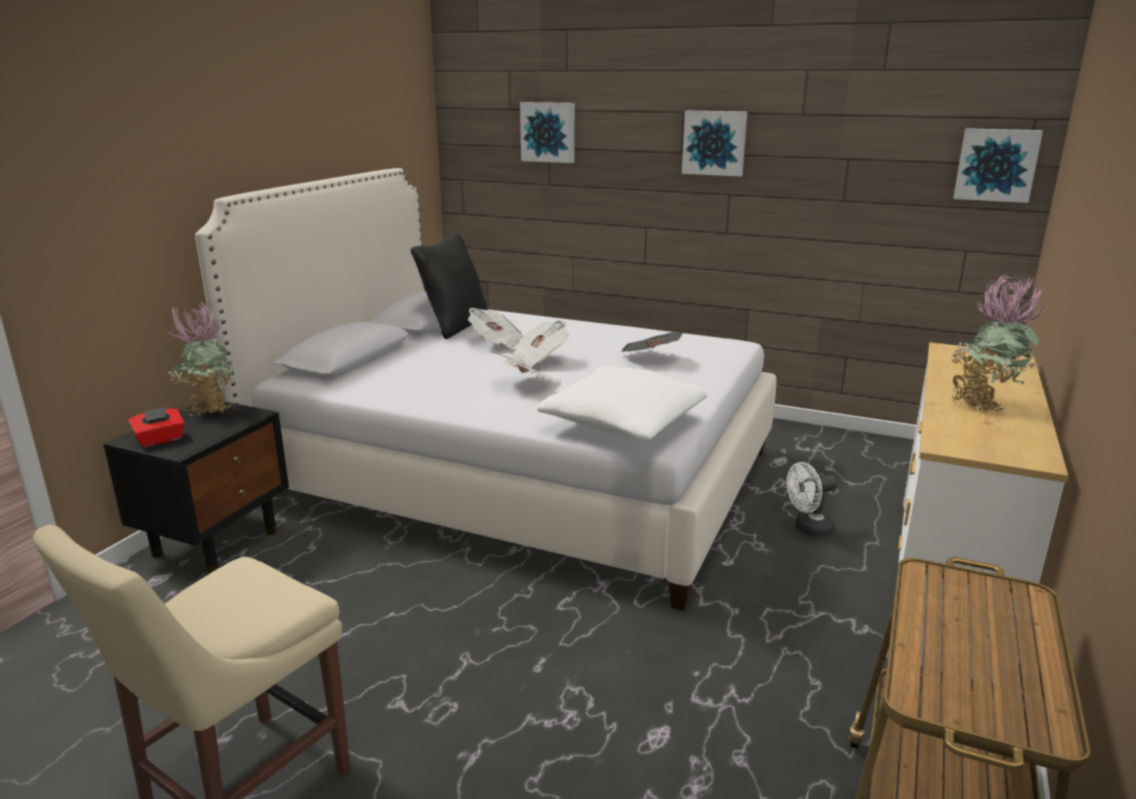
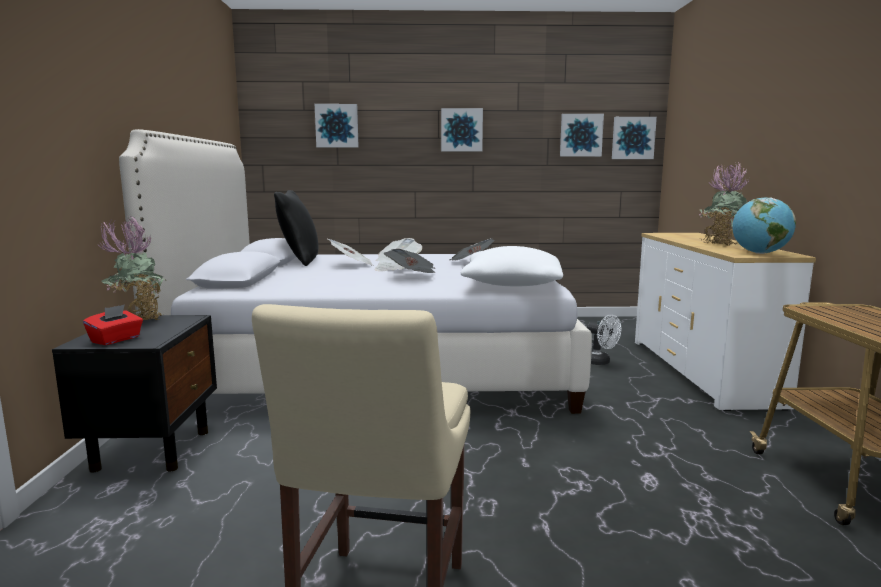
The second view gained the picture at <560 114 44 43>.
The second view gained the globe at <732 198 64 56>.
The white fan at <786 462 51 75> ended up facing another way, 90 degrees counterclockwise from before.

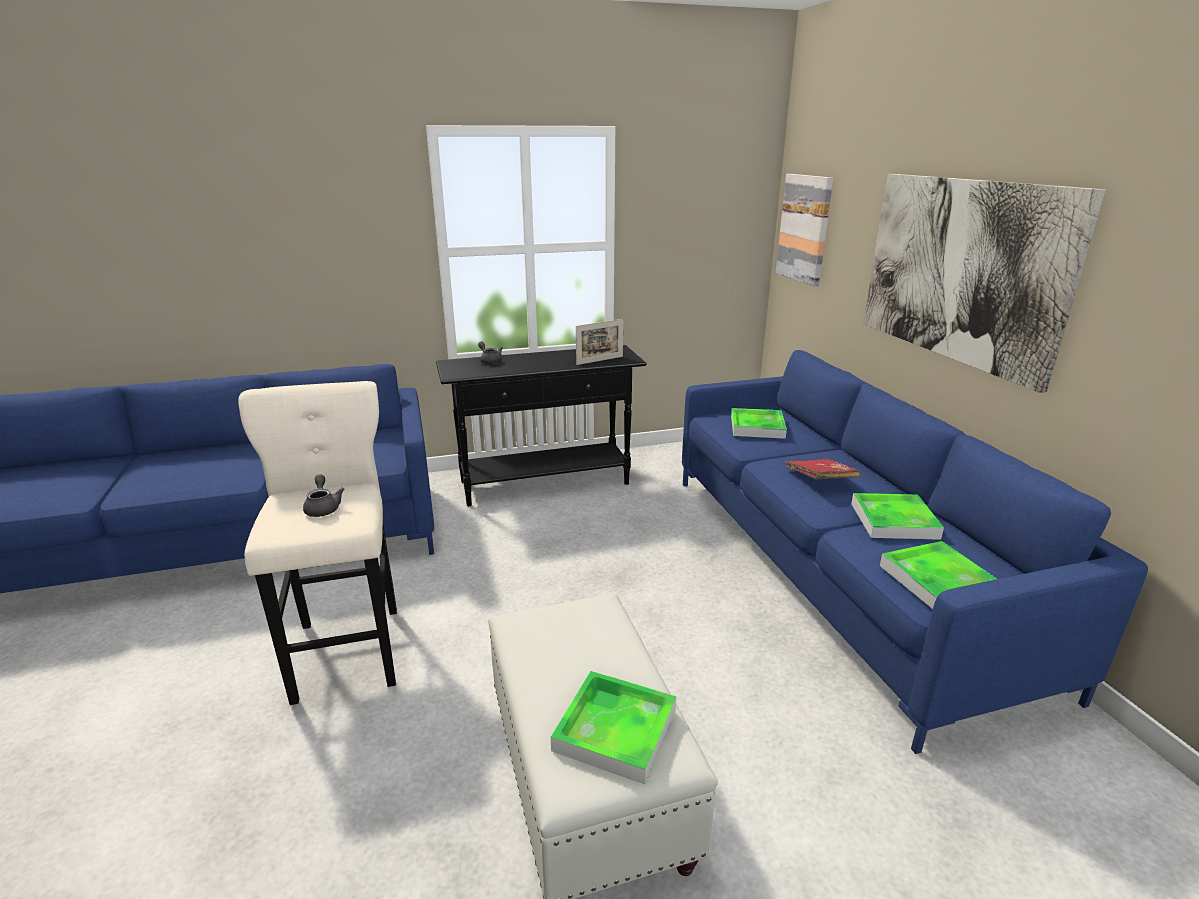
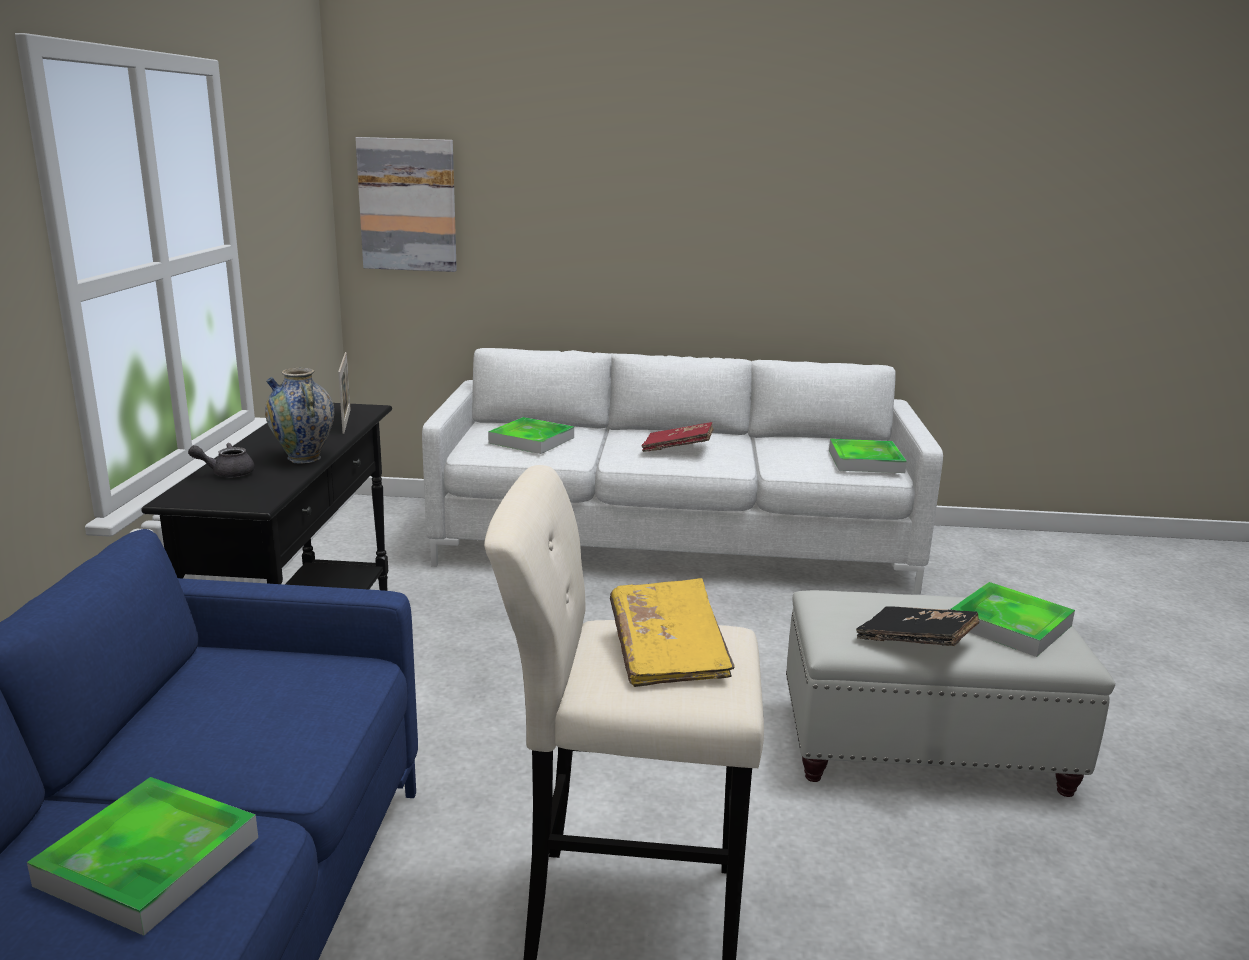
The second view lost the picture at <863 174 243 219>.
The second view gained the vase at <265 368 69 96>.
The second view gained the black book at <856 606 123 40>.
The tray ended up elsewhere, having gone from <851 493 93 47> to <27 777 231 159>.
Where the grey teapot stood at <303 474 42 43>, the yellow book came to stand at <610 578 124 109>.
What was the blue sofa at <682 350 466 404> turned into the white sofa at <422 348 521 247>.

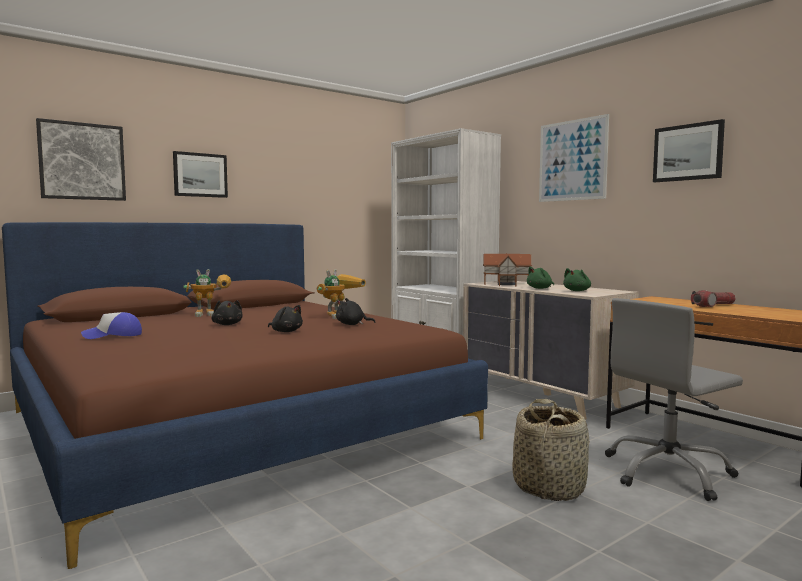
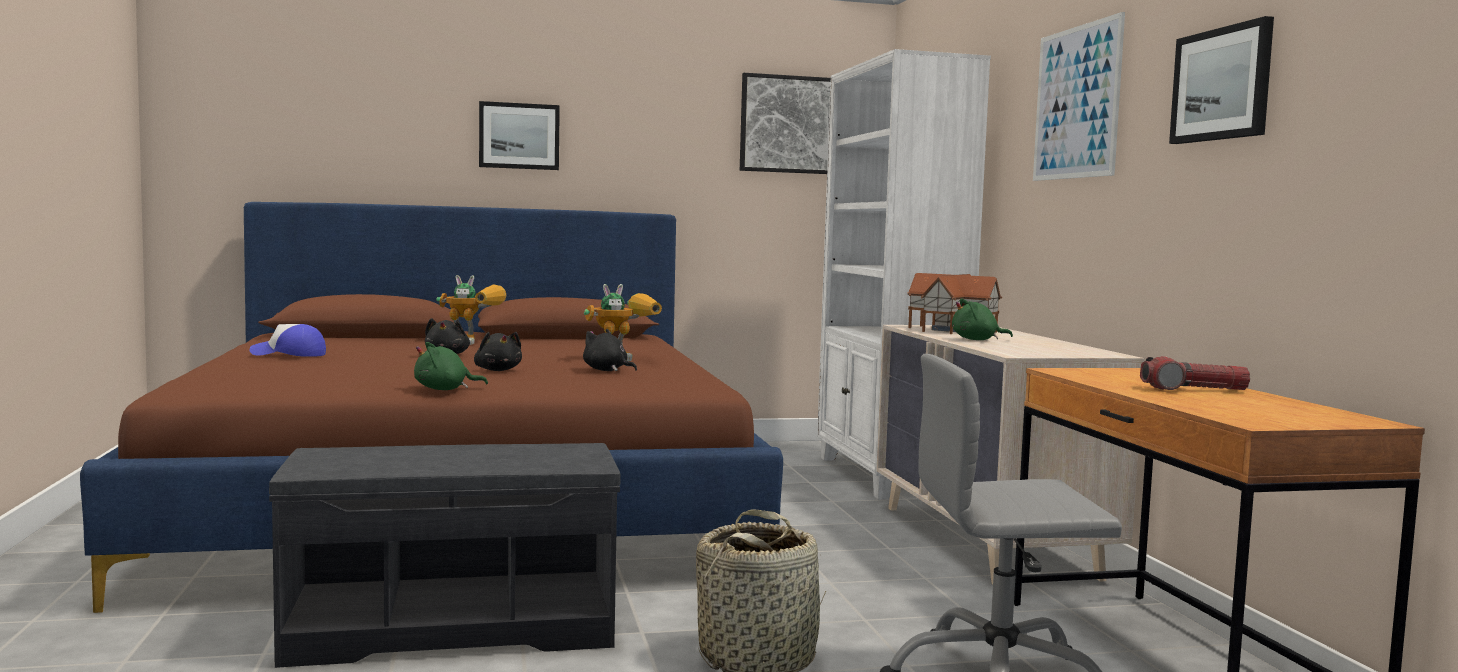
The second view gained the grey bench at <269 443 352 225>.
The picture ended up elsewhere, having gone from <36 118 90 83> to <740 73 91 101>.
The green plush toy ended up elsewhere, having gone from <563 268 28 23> to <414 342 74 48>.

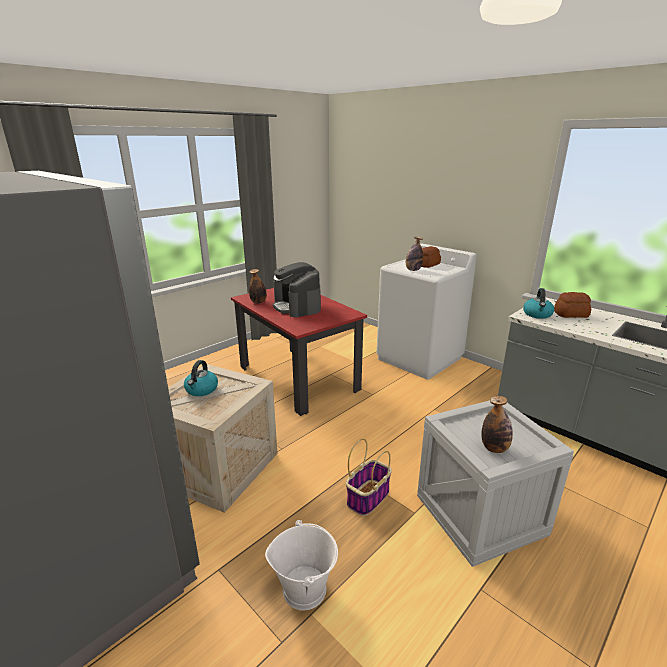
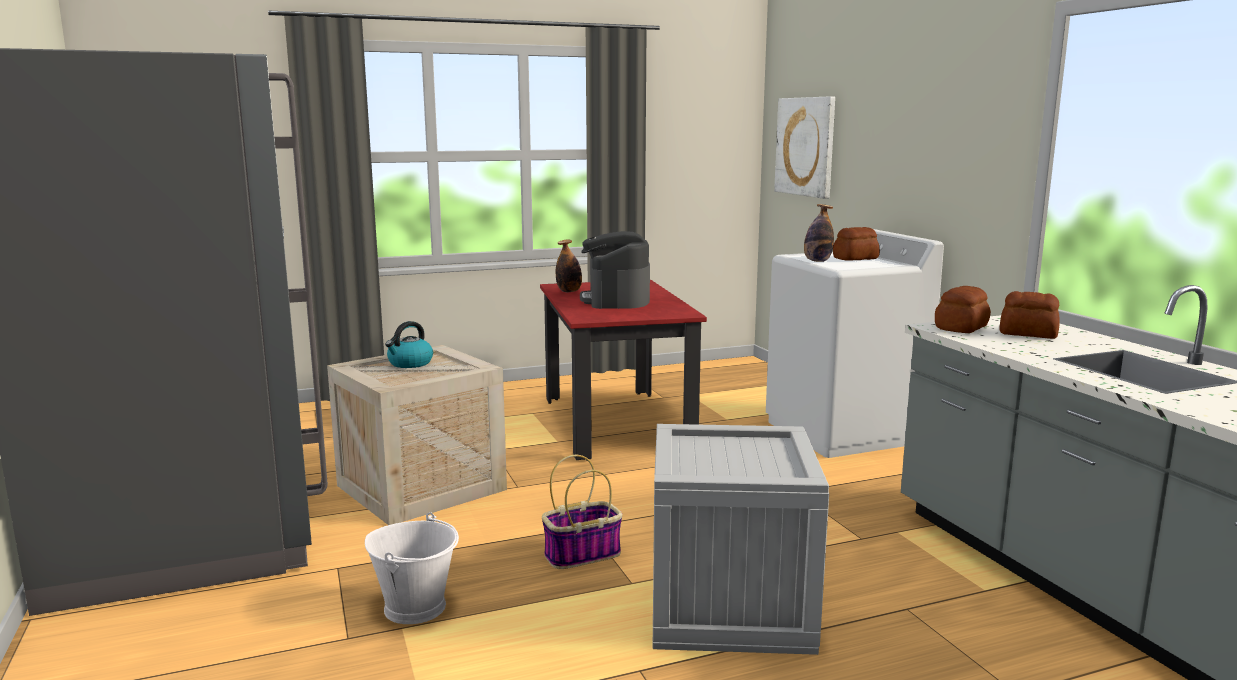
The second view lost the bottle at <481 396 32 57>.
The second view gained the picture at <774 96 61 103>.
Where the kettle stood at <523 288 31 31>, the bread came to stand at <935 286 56 47>.

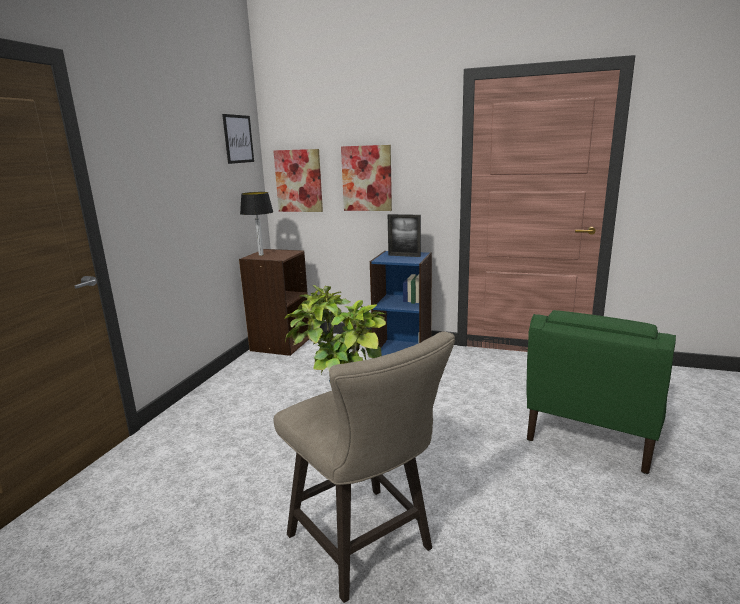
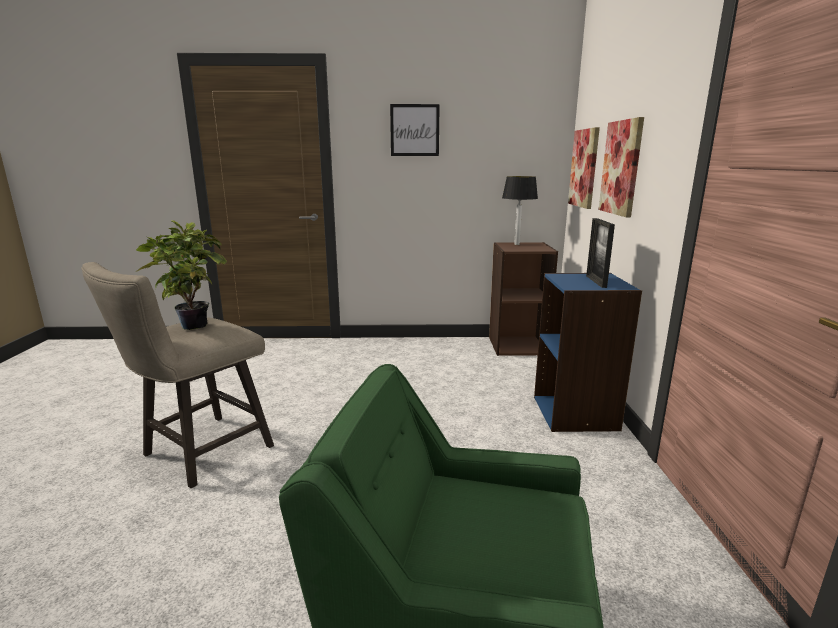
The picture ended up elsewhere, having gone from <222 114 32 50> to <390 104 50 52>.

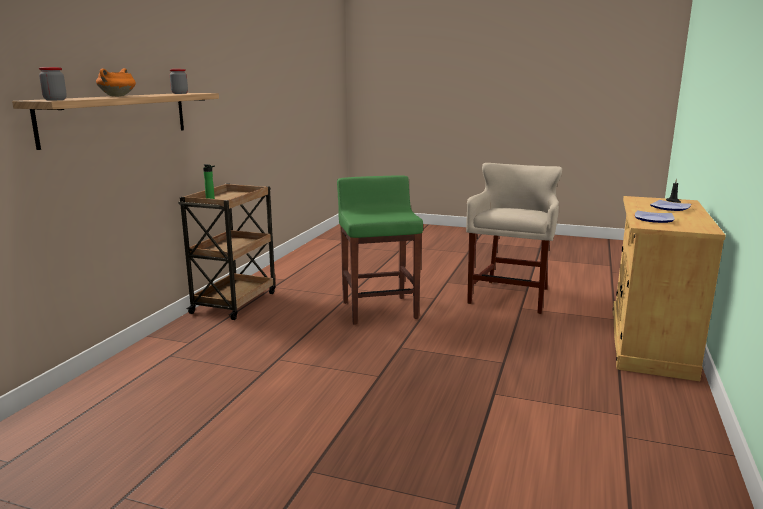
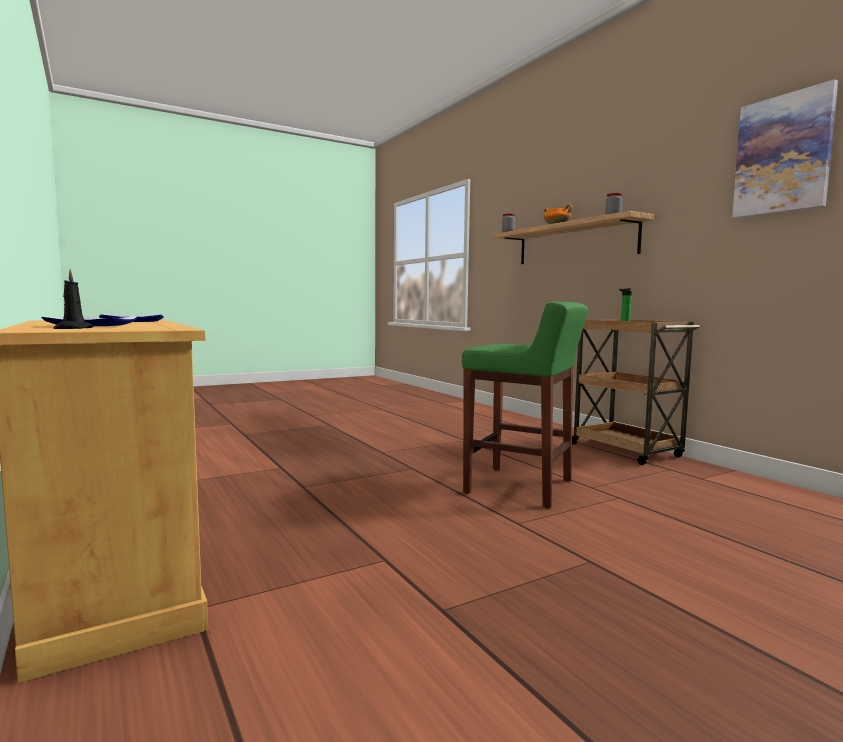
The second view lost the beige stool at <466 163 96 151>.
The second view gained the picture at <732 79 106 139>.

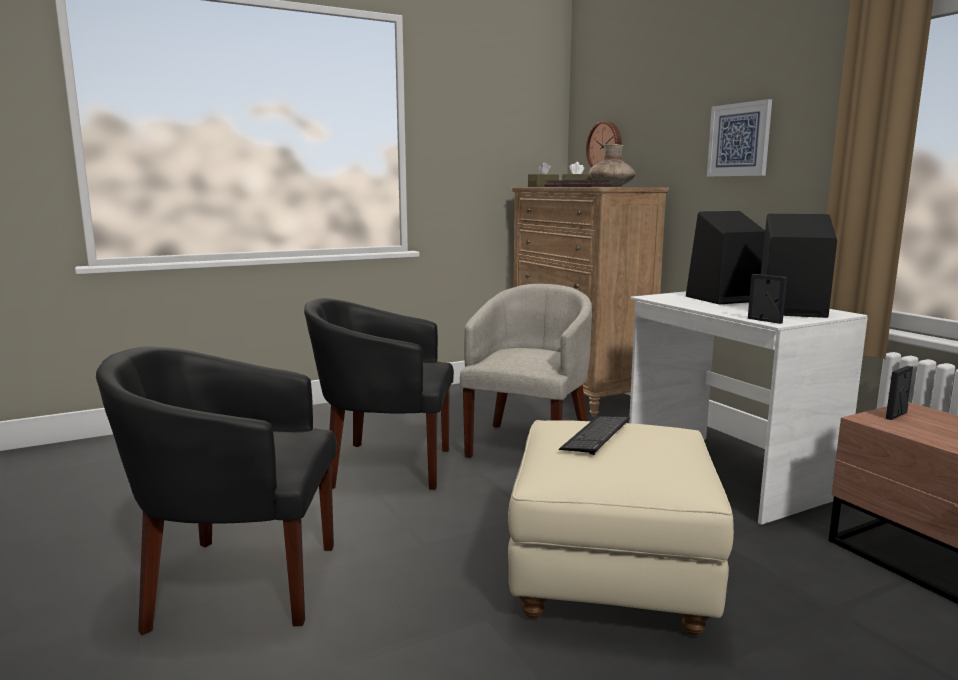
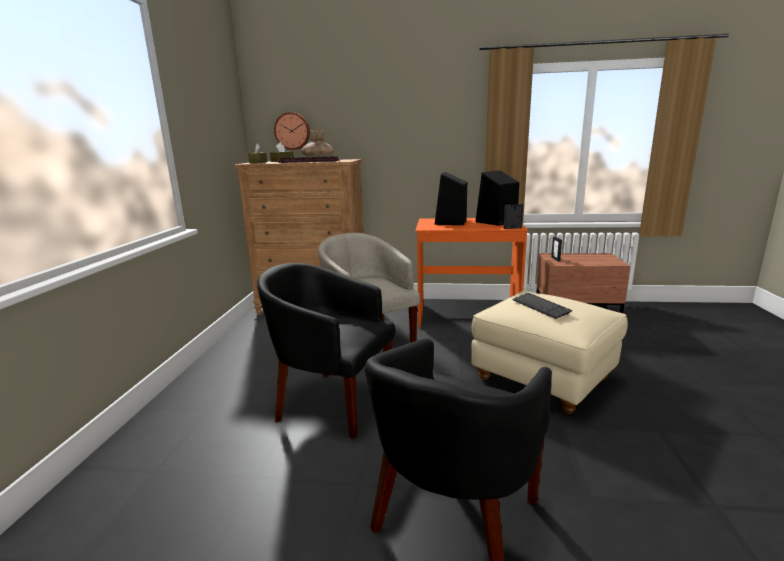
The second view lost the picture at <707 99 65 78>.
What was the white desk at <629 291 239 234> turned into the orange desk at <415 218 113 110>.
The black armchair at <304 298 150 192> ended up facing another way, 75 degrees clockwise from before.

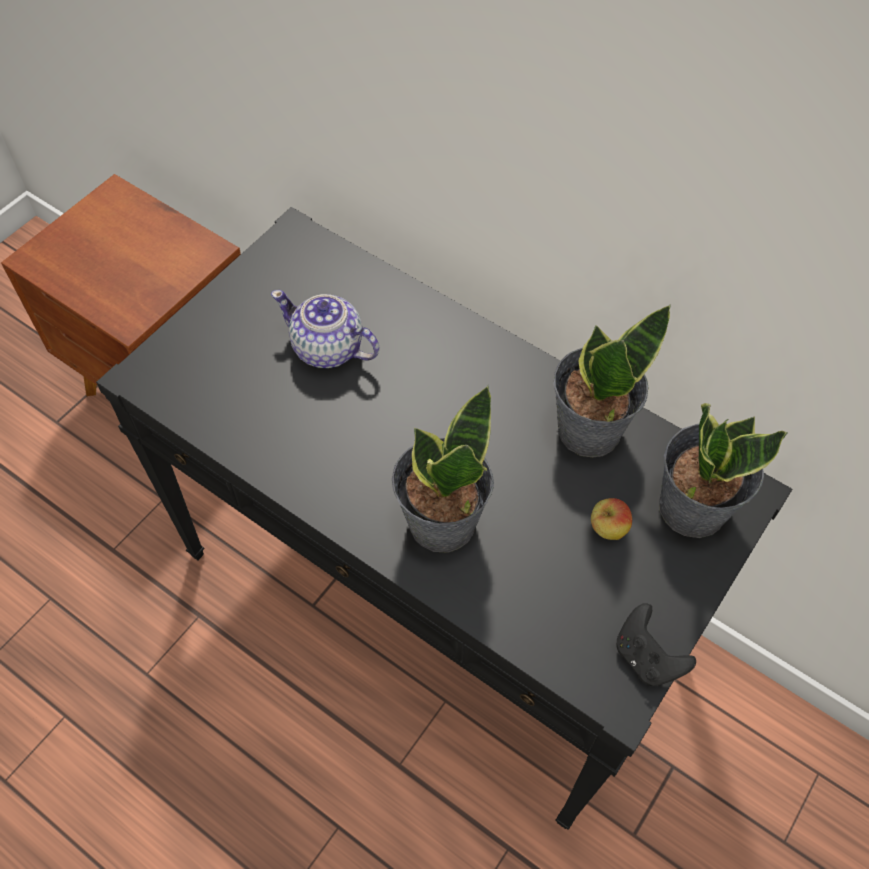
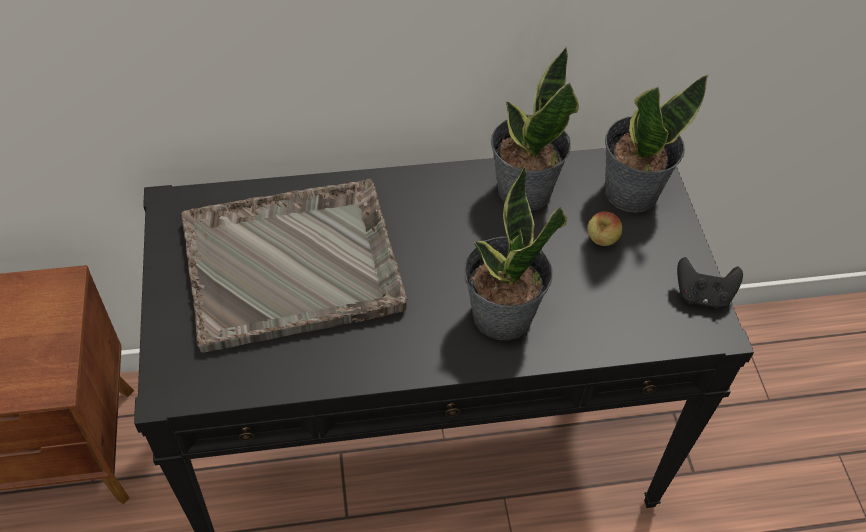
Where the teapot stood at <271 290 109 78>, the grey tray came to stand at <182 179 225 174>.

